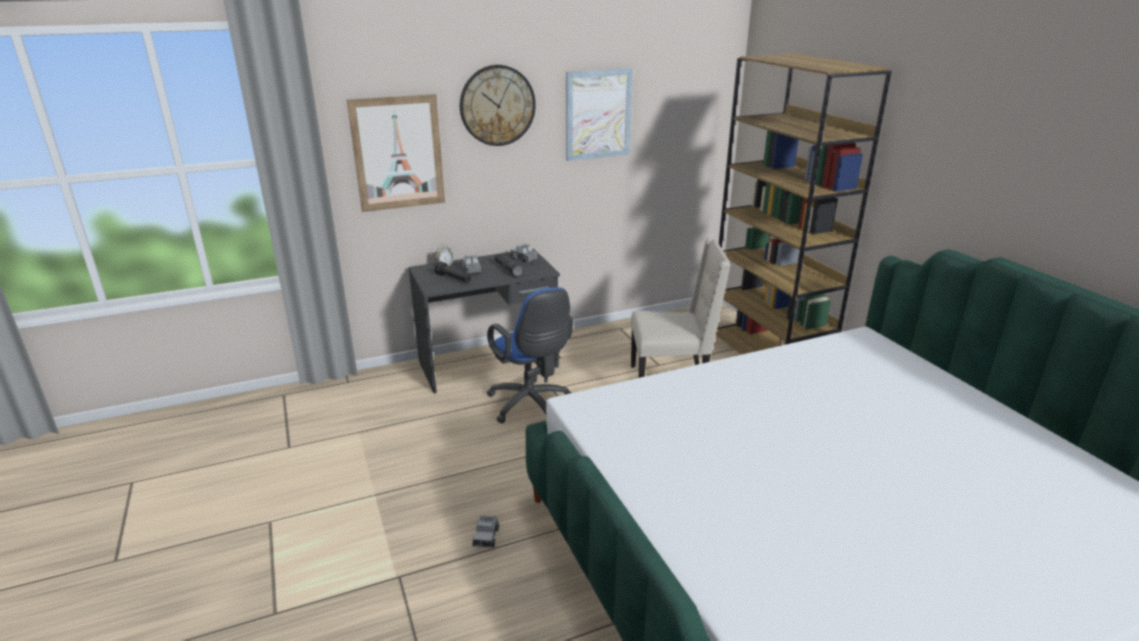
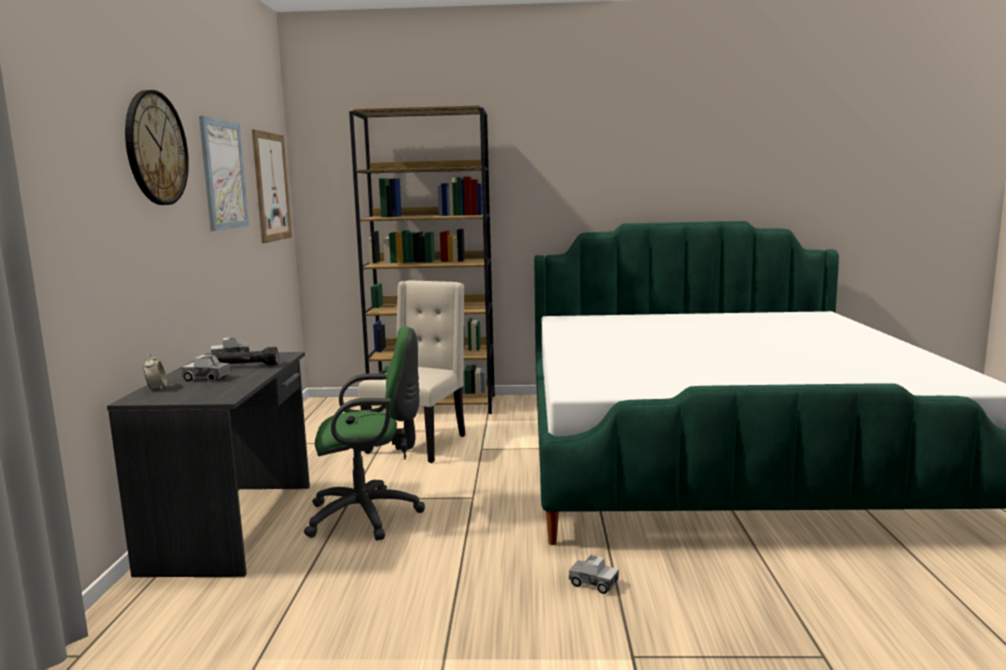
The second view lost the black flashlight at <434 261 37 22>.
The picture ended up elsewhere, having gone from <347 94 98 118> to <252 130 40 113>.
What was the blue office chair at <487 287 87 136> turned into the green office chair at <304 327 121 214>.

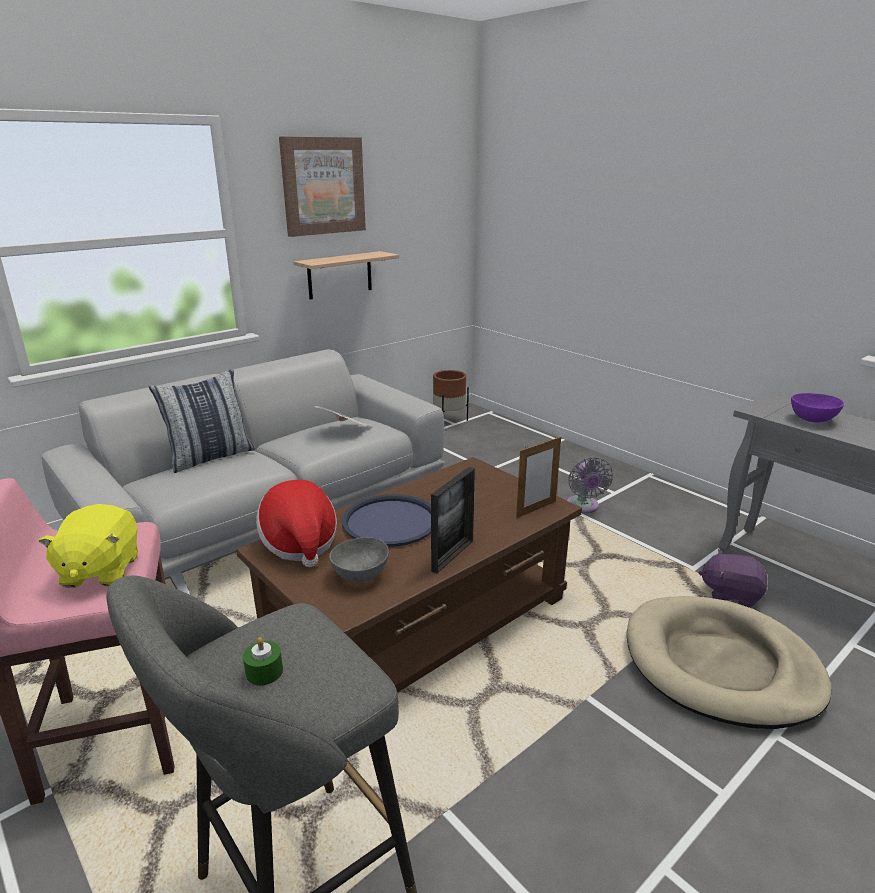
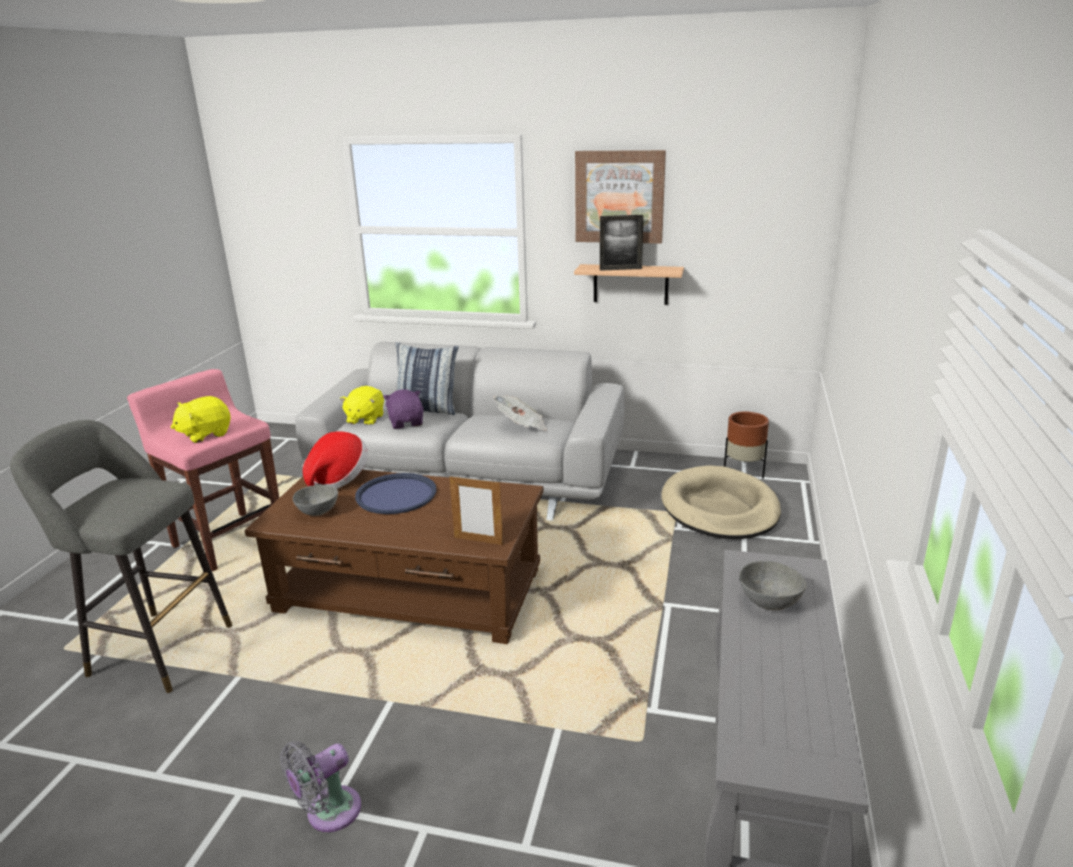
The second view lost the green candle at <243 637 40 49>.
The second view gained the yellow plush toy at <340 386 44 39>.
The picture frame ended up elsewhere, having gone from <431 467 44 107> to <600 215 44 56>.
The grey fan ended up elsewhere, having gone from <567 457 46 56> to <280 741 81 91>.
The beige dog bed ended up elsewhere, having gone from <627 596 204 133> to <661 465 120 74>.
The purple plush toy ended up elsewhere, having gone from <698 549 70 58> to <383 390 41 39>.
What was the purple bowl at <791 393 53 29> turned into the grey bowl at <739 561 67 49>.

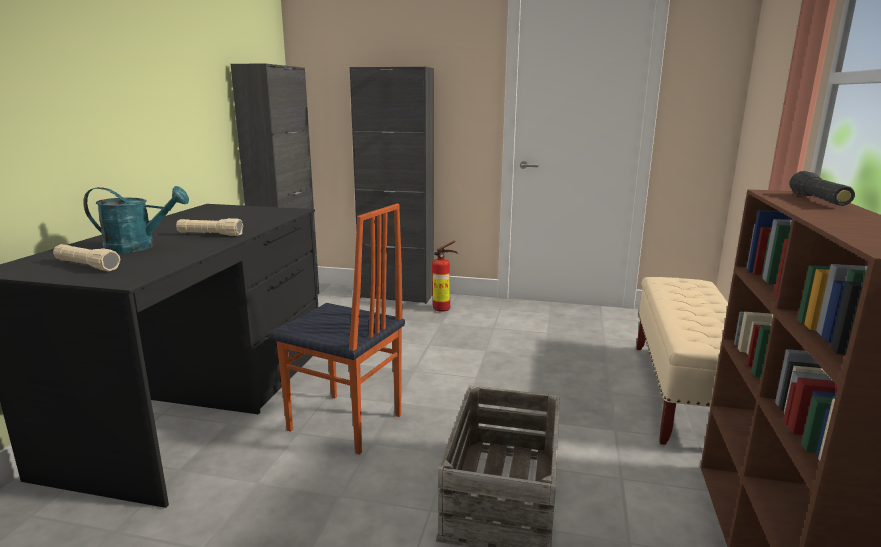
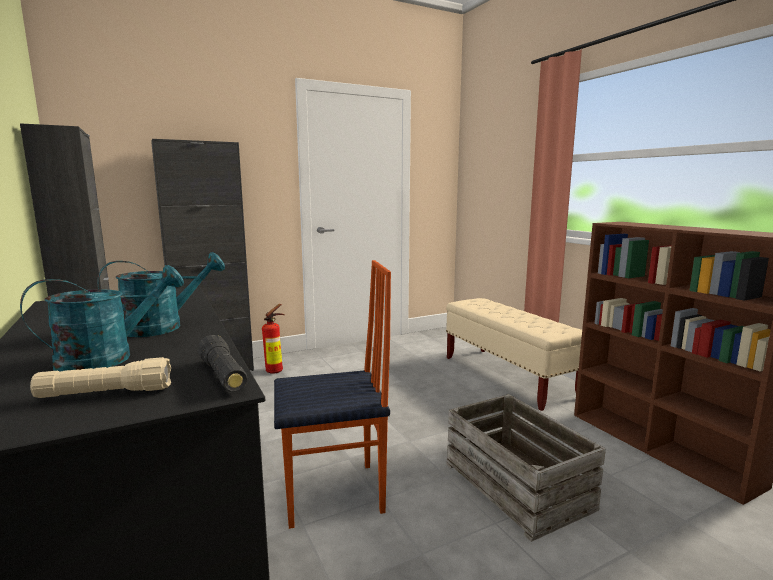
The black flashlight ended up elsewhere, having gone from <789 171 66 35> to <198 335 49 57>.
Where the beige flashlight stood at <176 218 67 18>, the turquoise watering can came to stand at <97 252 128 85>.

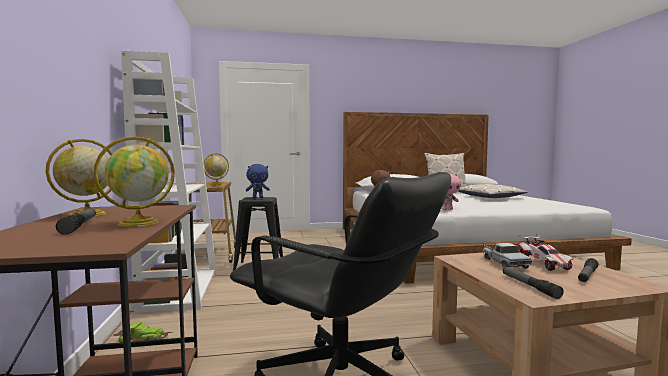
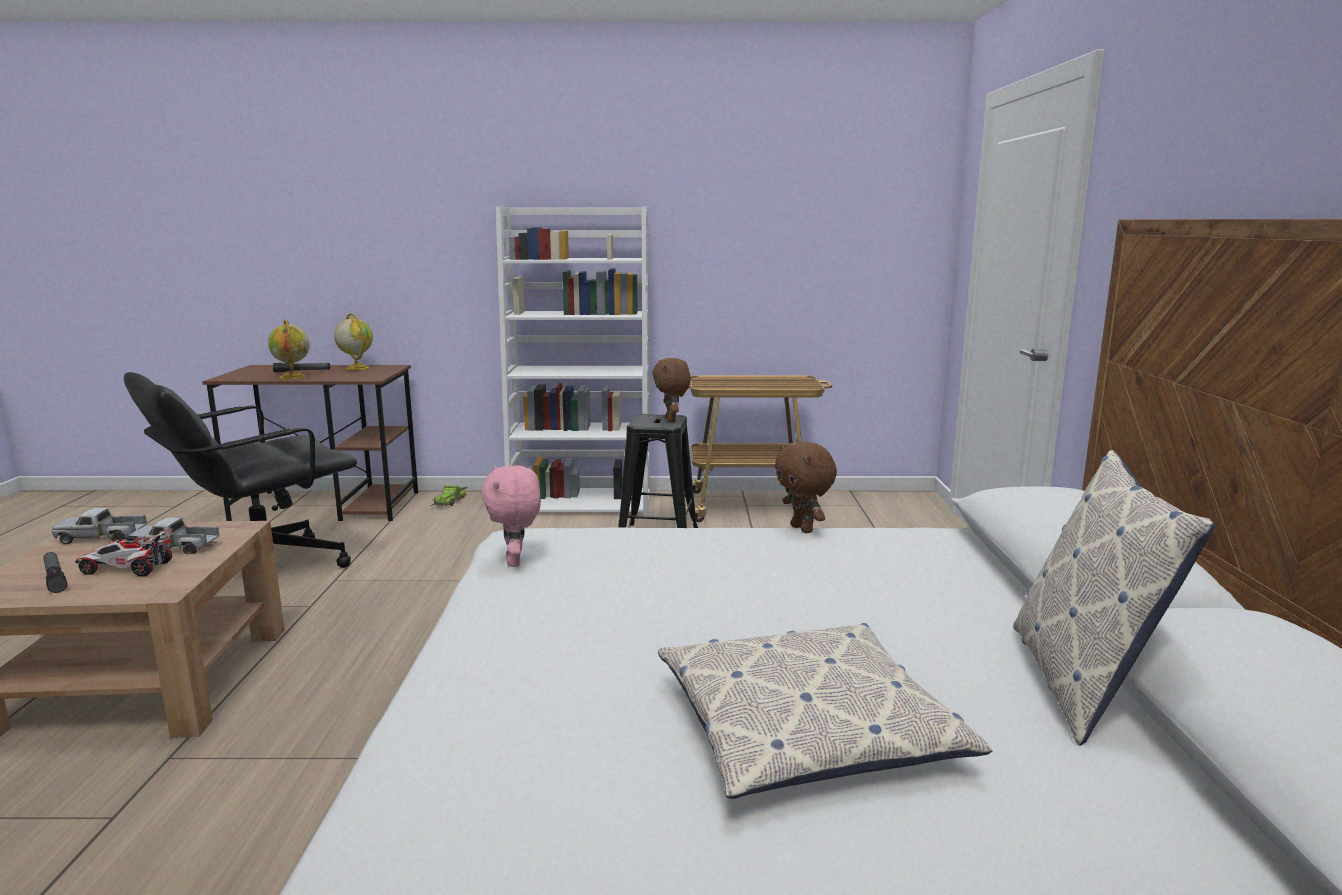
The second view lost the globe at <204 153 25 32>.
Where the flashlight stood at <503 267 60 32>, the toy truck came to stand at <52 508 95 36>.
What was the blue plush toy at <246 164 24 34> turned into the brown plush toy at <652 358 39 64>.

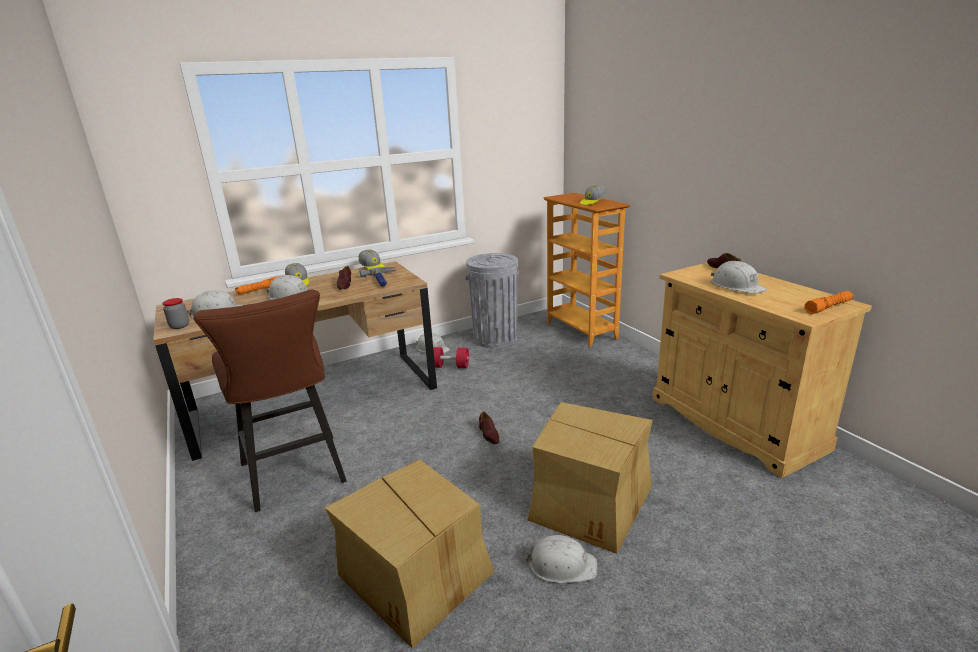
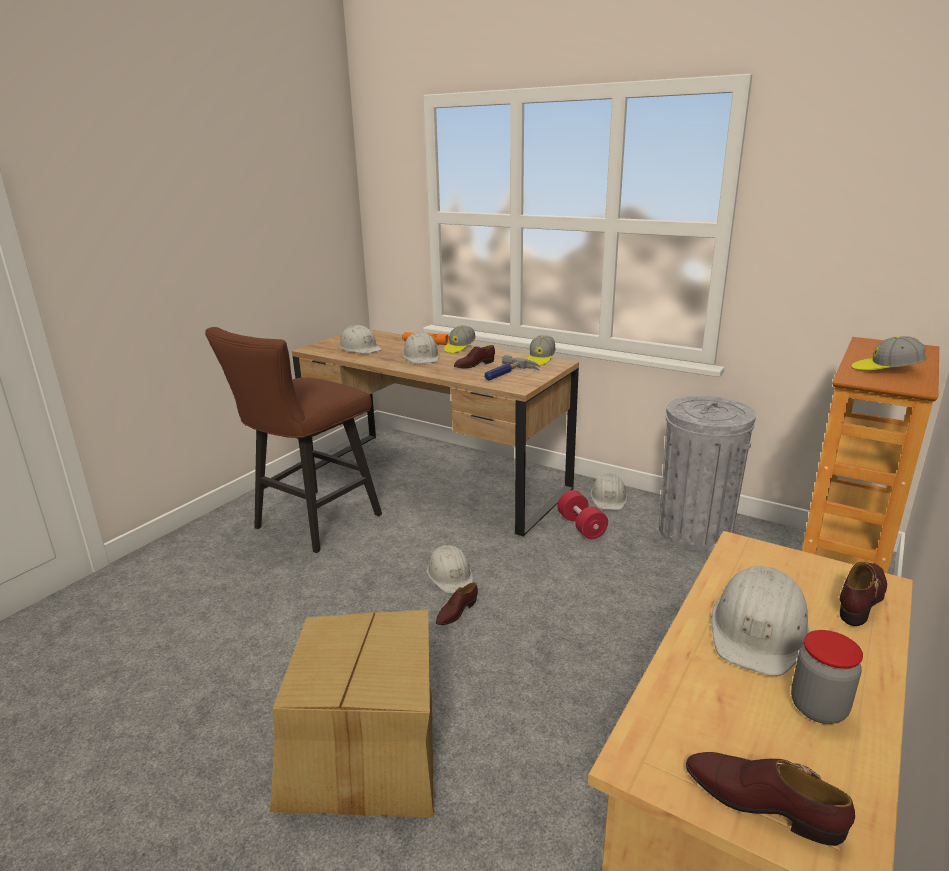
The second view lost the cardboard box at <325 459 169 189>.
The jar ended up elsewhere, having gone from <162 298 27 31> to <791 630 72 94>.
The white hard hat ended up elsewhere, having gone from <525 535 73 48> to <427 545 46 49>.
Where the orange flashlight stood at <804 291 50 23>, the brown shoe came to stand at <686 752 169 94>.

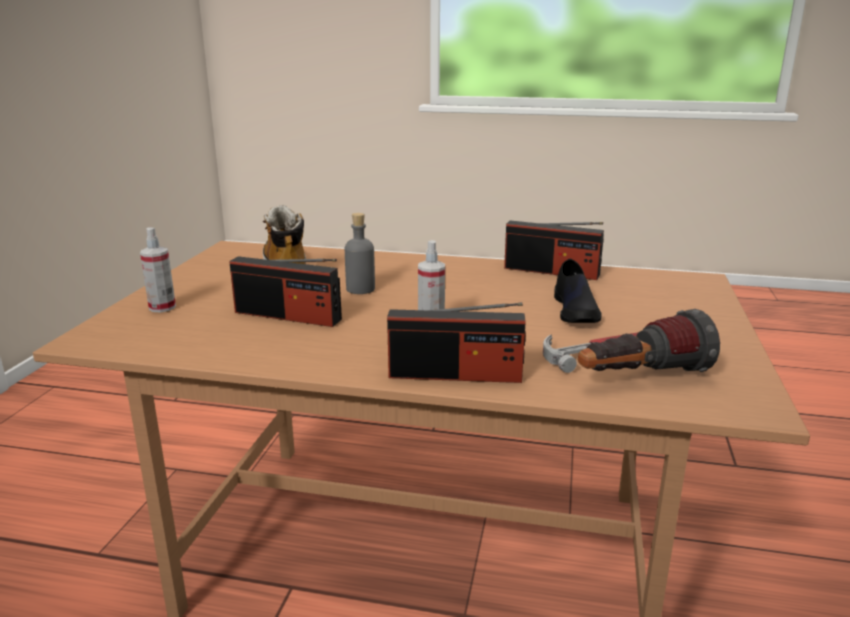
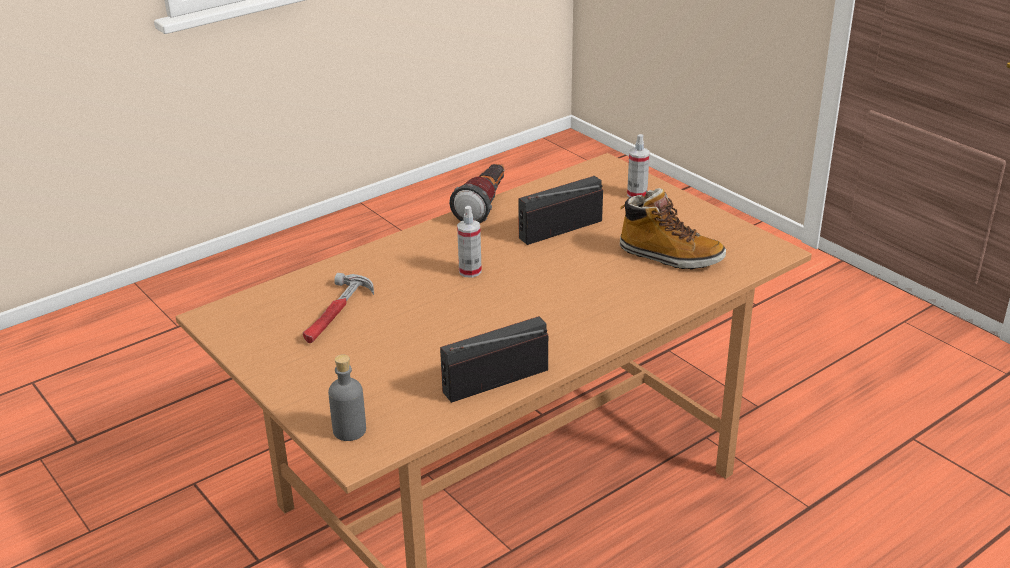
The second view lost the radio at <387 302 139 81>.
The second view lost the black shoe at <554 259 48 64>.
The grey bottle ended up elsewhere, having gone from <345 213 30 81> to <328 354 38 87>.
The flashlight ended up elsewhere, having gone from <578 309 142 63> to <449 164 55 59>.

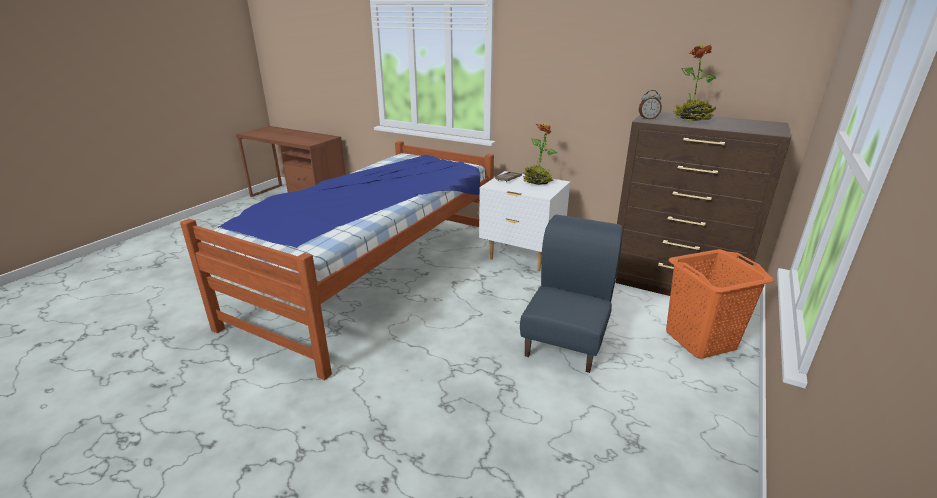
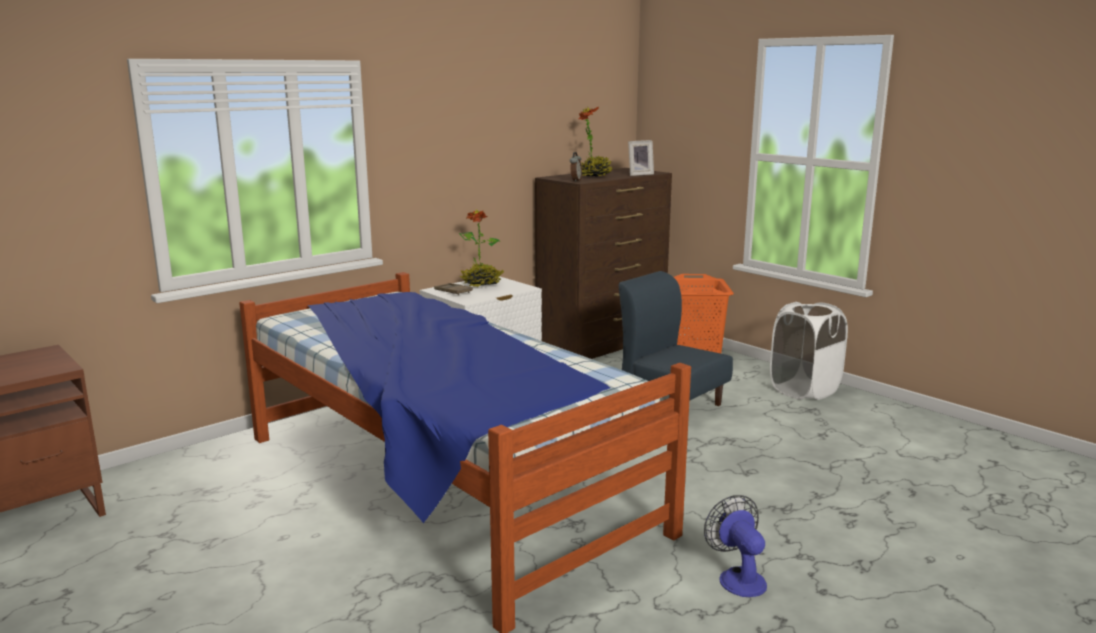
The second view gained the picture frame at <628 140 26 36>.
The second view gained the fan at <704 495 63 102>.
The second view gained the white laundry basket at <770 302 78 98>.

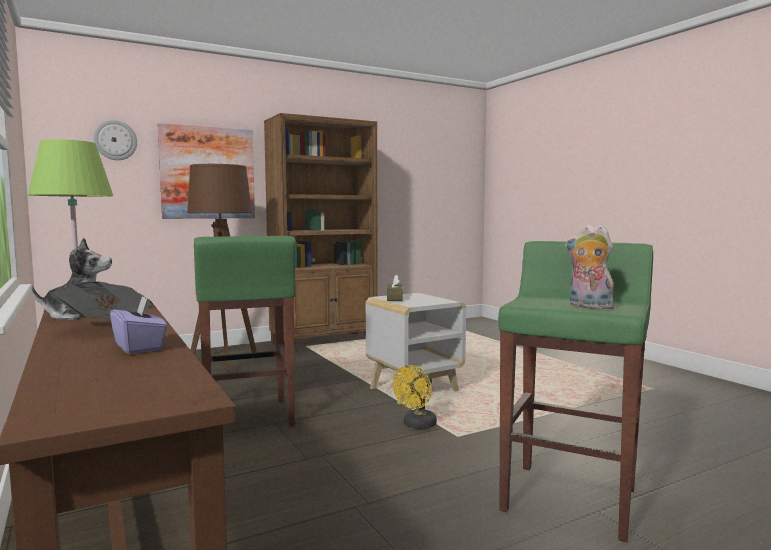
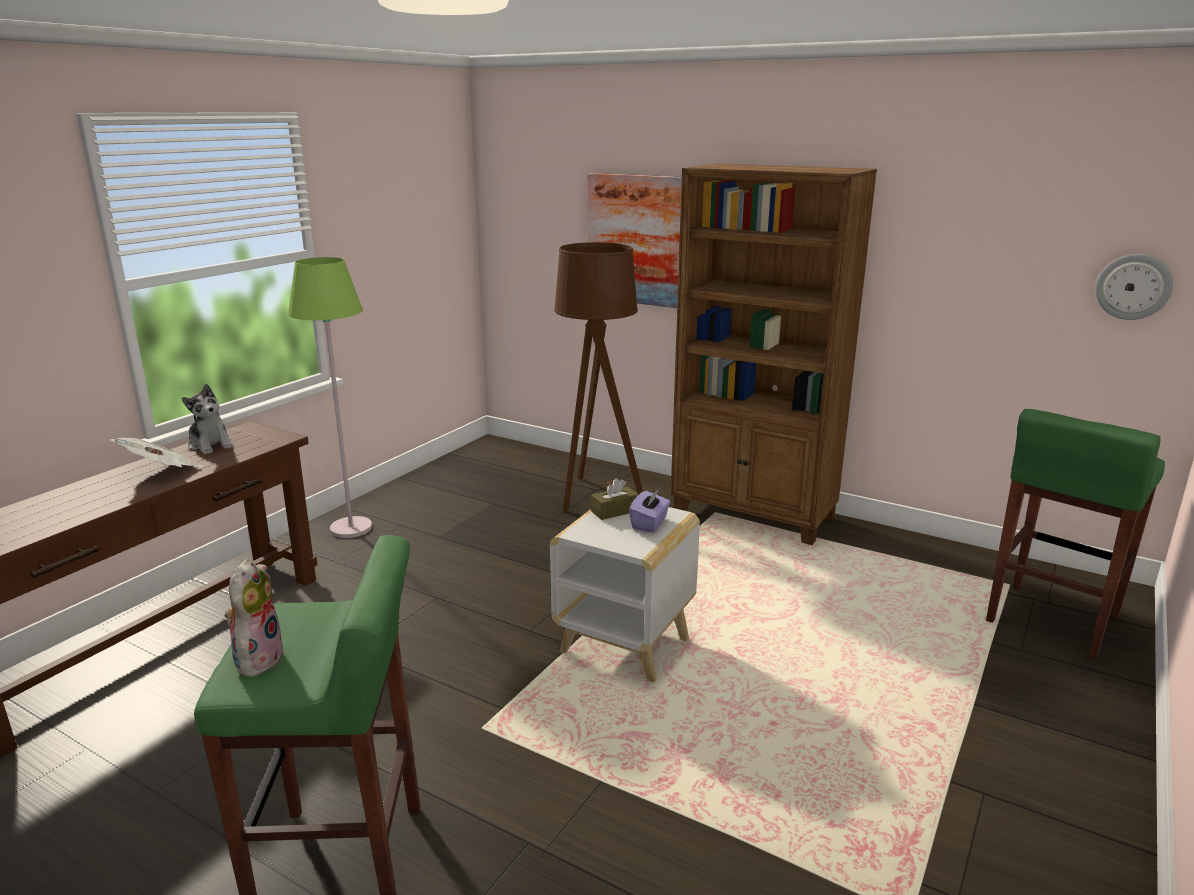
The second view lost the yellow fan at <393 365 44 64>.
The wall clock ended up elsewhere, having gone from <94 120 43 40> to <1095 254 78 66>.
The purple tissue box ended up elsewhere, having gone from <110 295 58 59> to <629 489 41 43>.
The green stool ended up elsewhere, having gone from <194 236 102 190> to <986 409 179 251>.

